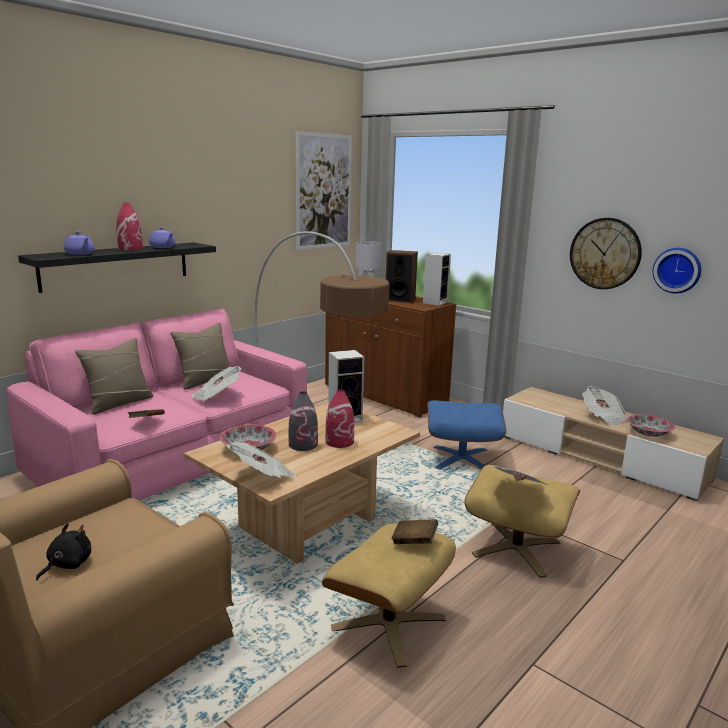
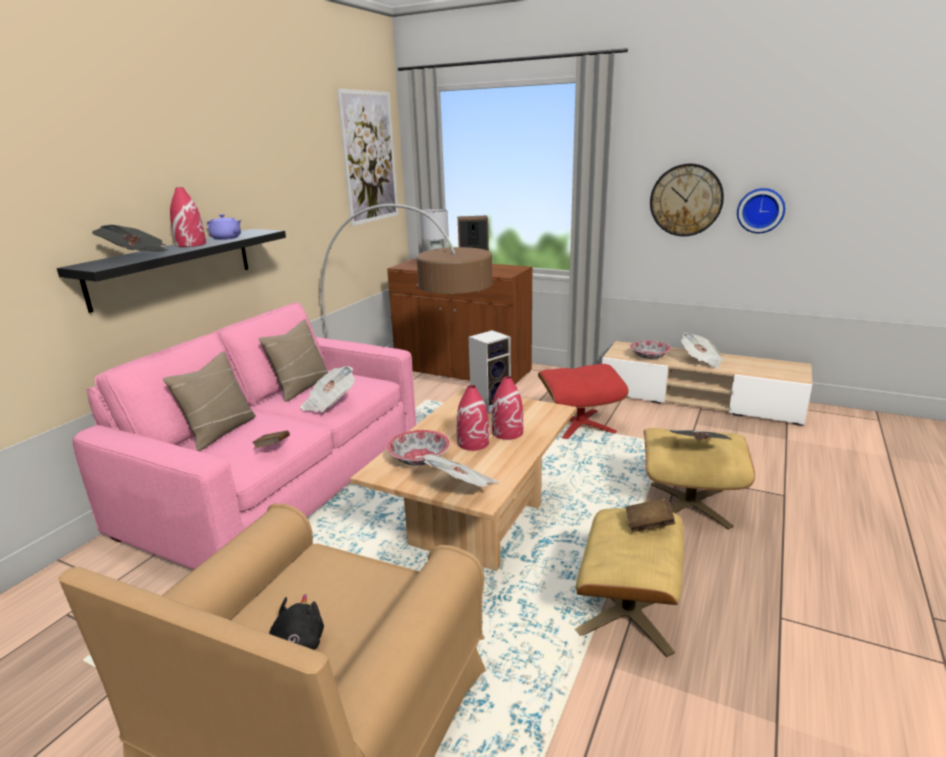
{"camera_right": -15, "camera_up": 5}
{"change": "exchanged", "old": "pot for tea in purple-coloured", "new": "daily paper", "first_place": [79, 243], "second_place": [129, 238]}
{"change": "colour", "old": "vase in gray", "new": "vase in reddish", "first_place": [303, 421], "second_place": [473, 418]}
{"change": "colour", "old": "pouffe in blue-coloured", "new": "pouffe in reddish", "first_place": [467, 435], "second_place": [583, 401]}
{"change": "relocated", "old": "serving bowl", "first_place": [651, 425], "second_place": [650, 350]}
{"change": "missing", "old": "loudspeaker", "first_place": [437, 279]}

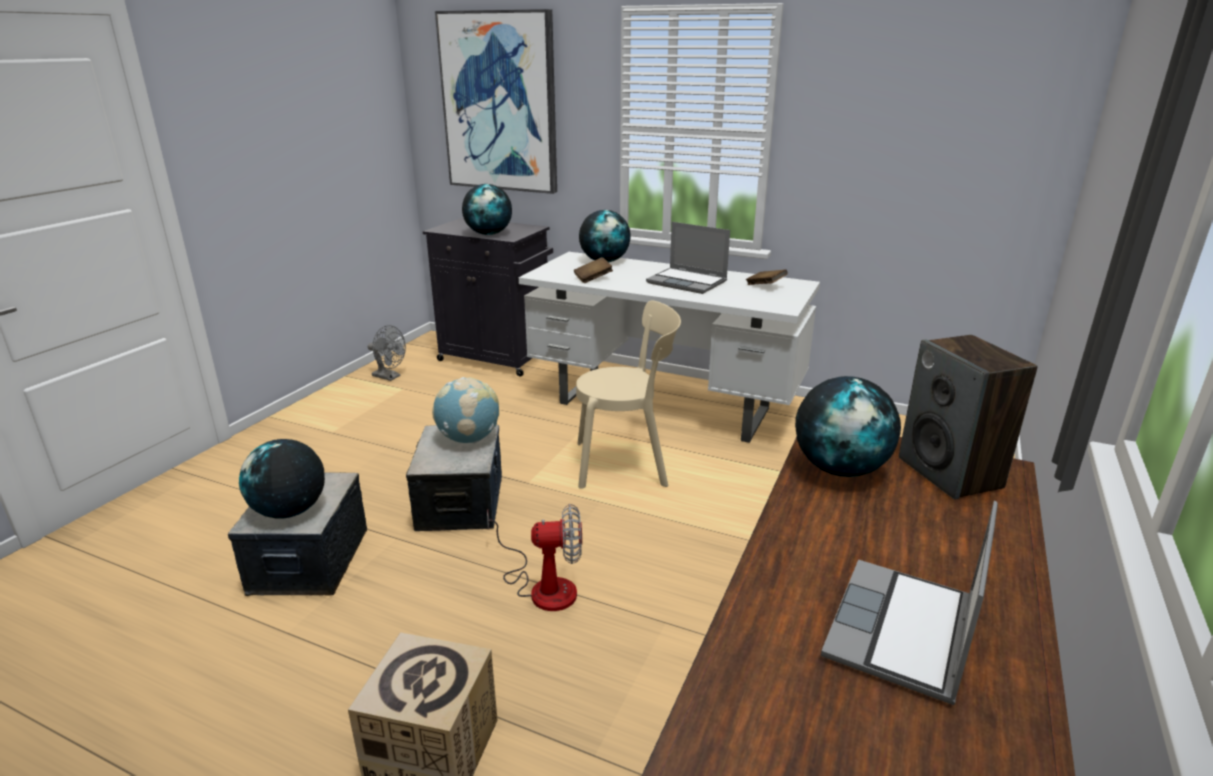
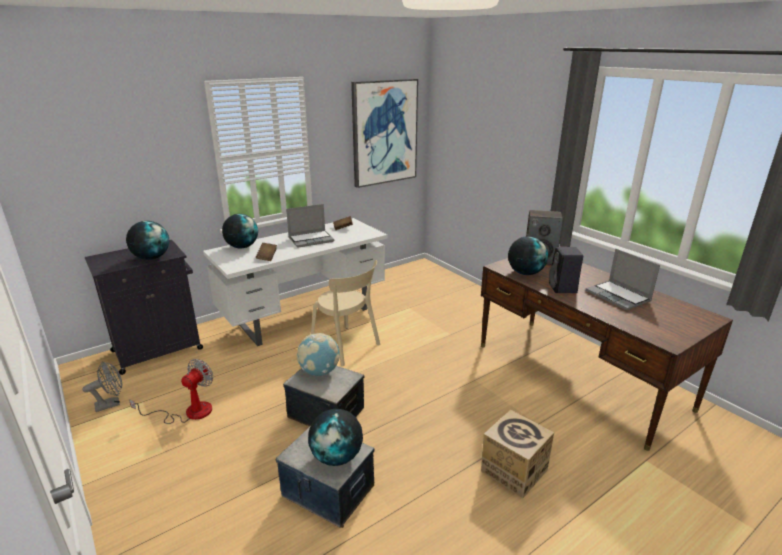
{"camera_right": -60, "camera_up": 0}
{"change": "relocated", "old": "fan", "first_place": [534, 557], "second_place": [171, 391]}
{"change": "spun", "old": "upright chair in beige-coloured", "first_place": [628, 395], "second_place": [345, 313], "degrees": 105}
{"change": "relocated", "old": "wall art", "first_place": [496, 101], "second_place": [384, 133]}
{"change": "appeared", "new": "loudspeaker in black", "second_place": [566, 270]}

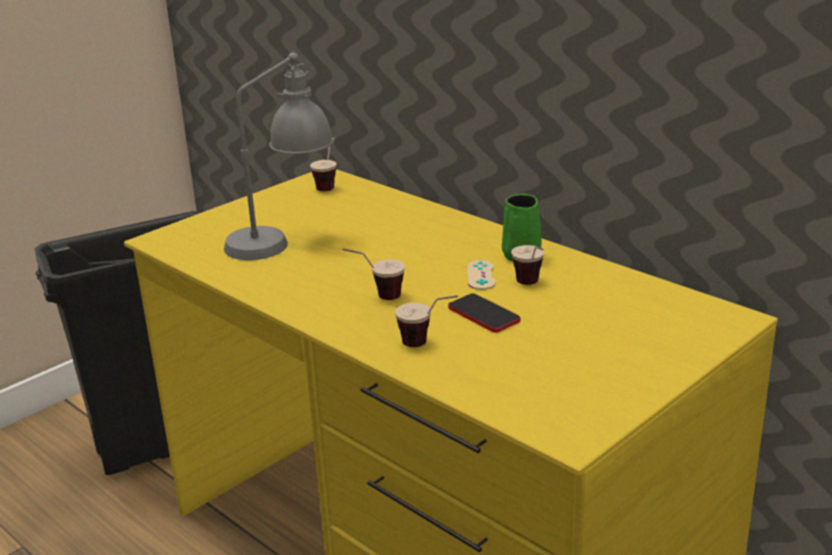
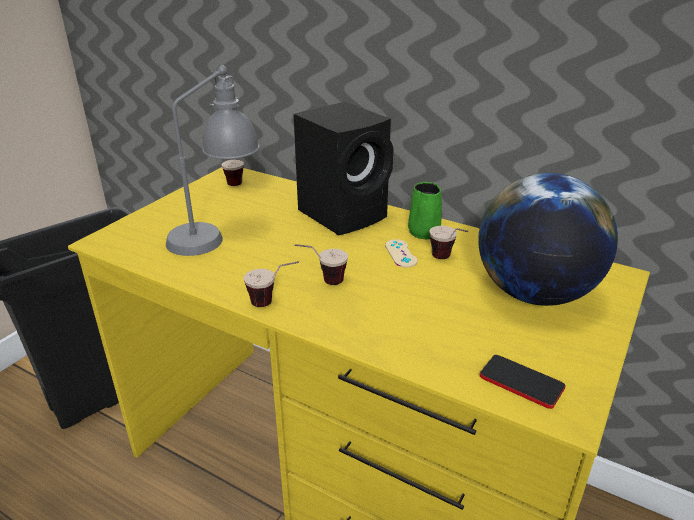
{"camera_right": -15, "camera_up": 5}
{"change": "relocated", "old": "small cup", "first_place": [426, 321], "second_place": [271, 284]}
{"change": "appeared", "new": "loudspeaker in black", "second_place": [344, 169]}
{"change": "appeared", "new": "desk globe", "second_place": [548, 239]}
{"change": "relocated", "old": "telephone", "first_place": [484, 313], "second_place": [523, 382]}

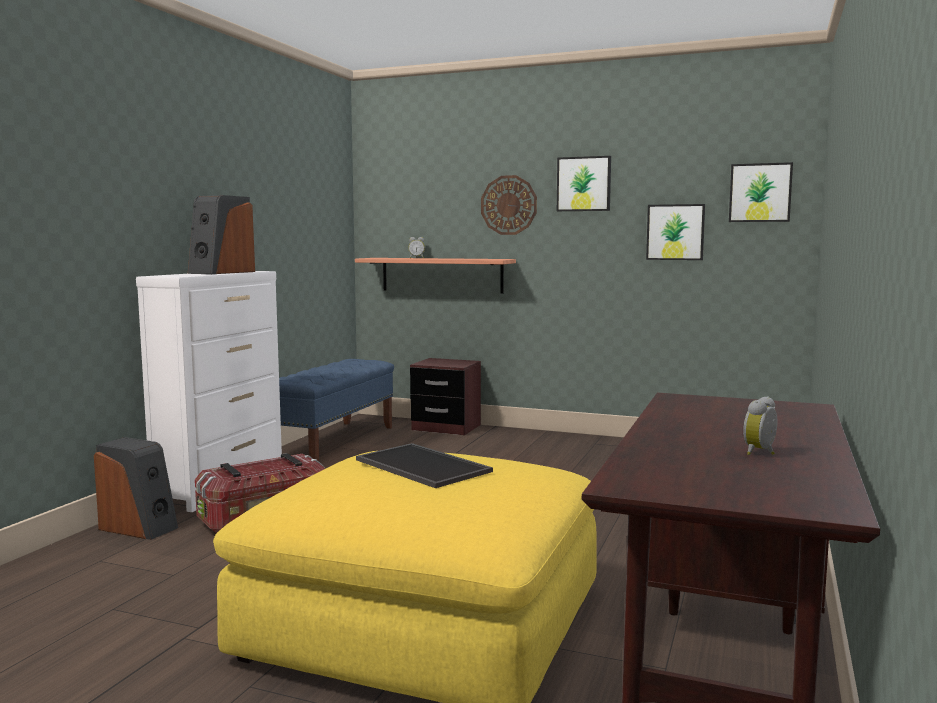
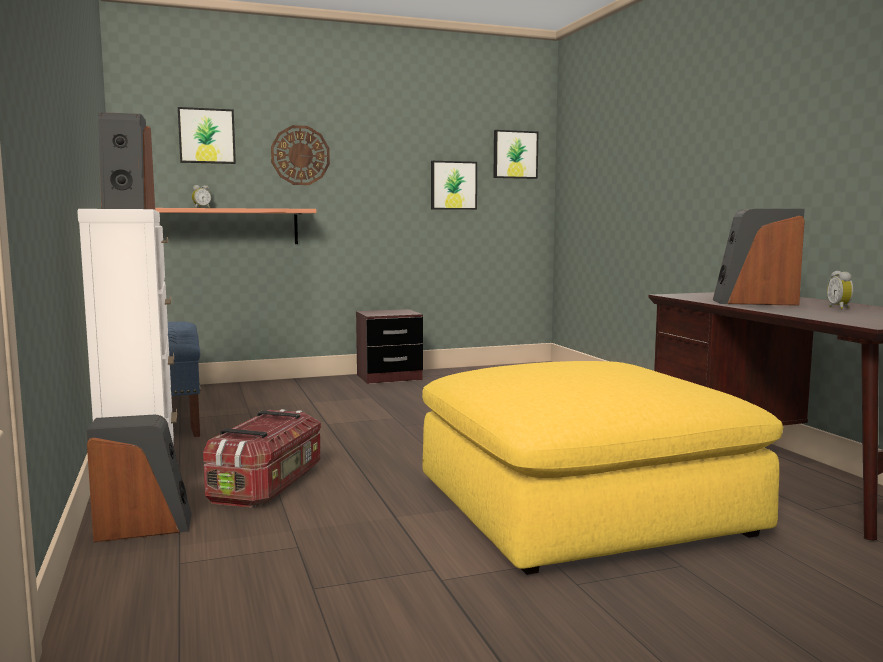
{"camera_right": -40, "camera_up": 0}
{"change": "relocated", "old": "wall art", "first_place": [584, 183], "second_place": [207, 135]}
{"change": "relocated", "old": "night table in brownish", "first_place": [445, 396], "second_place": [389, 346]}
{"change": "appeared", "new": "loudspeaker", "second_place": [759, 257]}
{"change": "missing", "old": "serving tray", "first_place": [424, 465]}

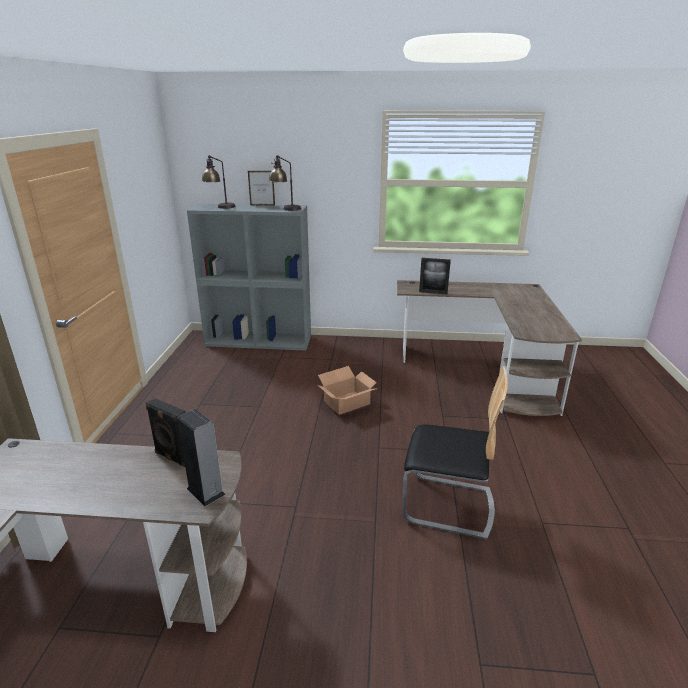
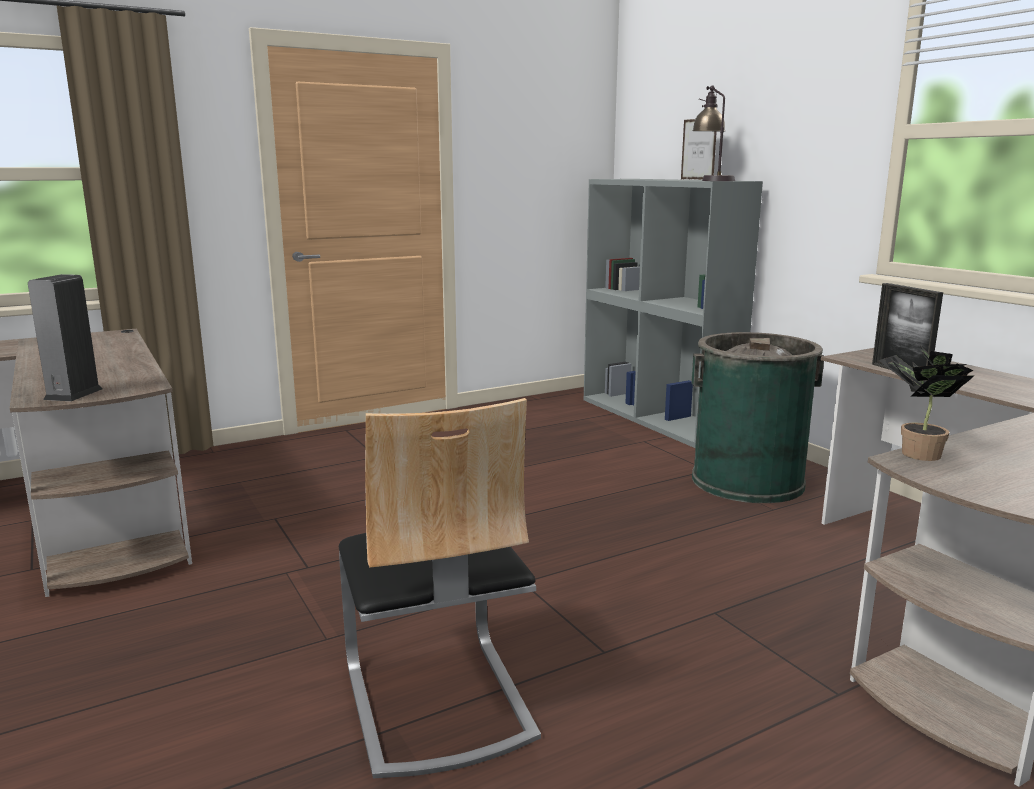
{"camera_right": 55, "camera_up": -10}
{"change": "appeared", "new": "trash can in green-coloured", "second_place": [757, 417]}
{"change": "appeared", "new": "potted plant", "second_place": [926, 403]}
{"change": "missing", "old": "loudspeaker in black", "first_place": [165, 432]}
{"change": "missing", "old": "table lamp", "first_place": [219, 182]}
{"change": "missing", "old": "cardboard box", "first_place": [348, 390]}

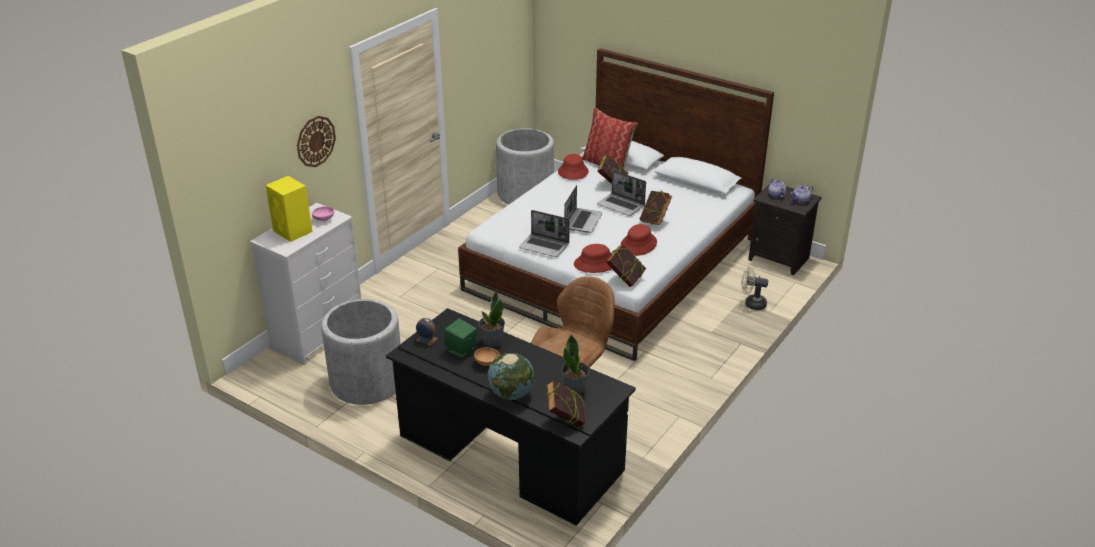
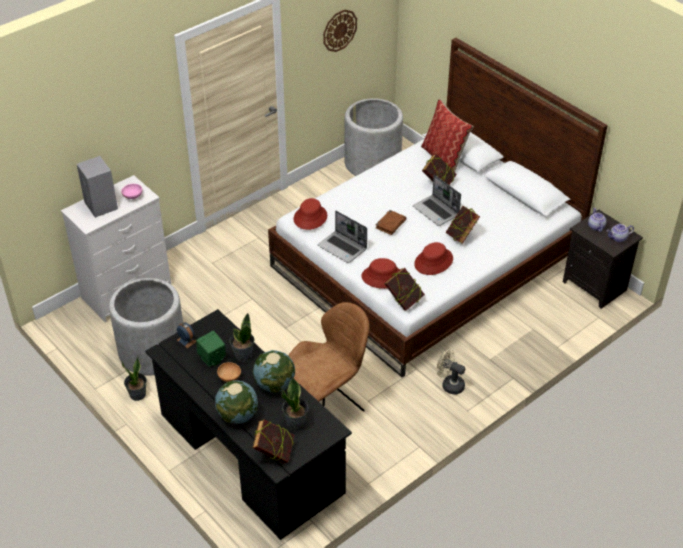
{"camera_right": 15, "camera_up": 10}
{"change": "colour", "old": "loudspeaker in yellow-coloured", "new": "loudspeaker in gray", "first_place": [289, 209], "second_place": [97, 187]}
{"change": "appeared", "new": "potted plant", "second_place": [134, 378]}
{"change": "appeared", "new": "desk globe", "second_place": [274, 371]}
{"change": "relocated", "old": "wearable hat in reddish", "first_place": [573, 167], "second_place": [310, 214]}
{"change": "relocated", "old": "clock on the wall", "first_place": [316, 141], "second_place": [340, 31]}
{"change": "exchanged", "old": "portable computer", "new": "book in brownish", "first_place": [583, 209], "second_place": [391, 222]}
{"change": "relocated", "old": "fan in beige-coloured", "first_place": [754, 288], "second_place": [451, 372]}

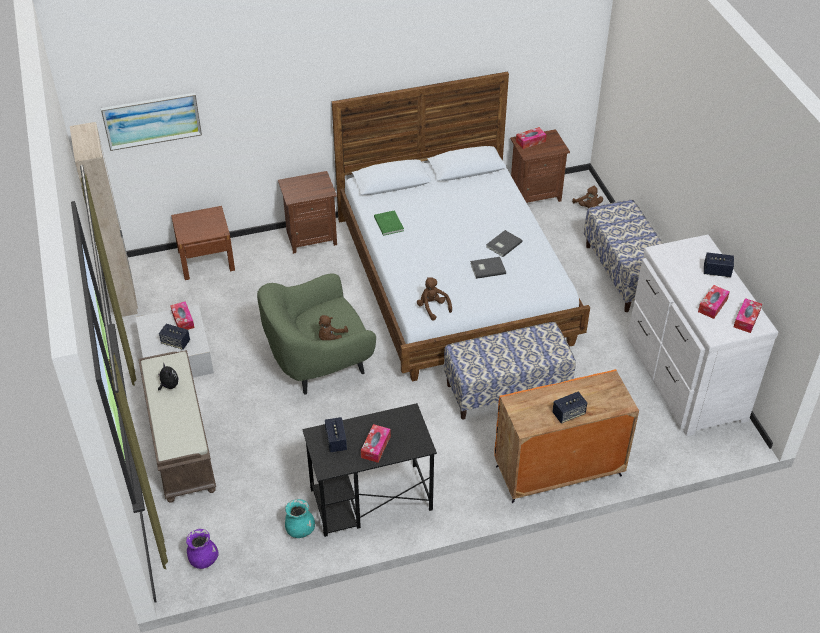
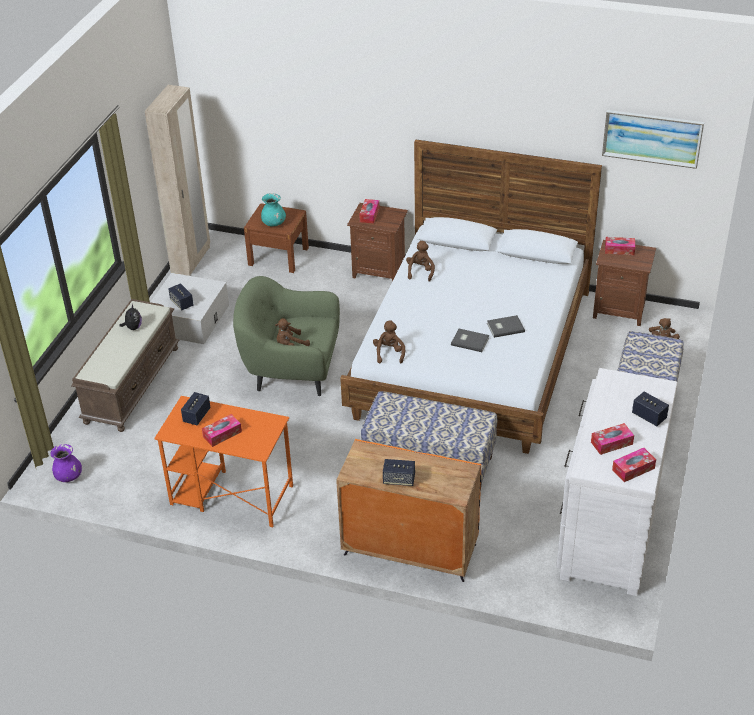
{"camera_right": 35, "camera_up": -5}
{"change": "colour", "old": "desk table in black", "new": "desk table in orangey", "first_place": [369, 470], "second_place": [223, 461]}
{"change": "relocated", "old": "vase in turquoise-coloured", "first_place": [300, 518], "second_place": [273, 209]}
{"change": "relocated", "old": "tissue box", "first_place": [182, 315], "second_place": [369, 211]}
{"change": "exchanged", "old": "book in green-coloured", "new": "soft toy in brownish", "first_place": [389, 223], "second_place": [420, 261]}
{"change": "relocated", "old": "wall art", "first_place": [151, 122], "second_place": [653, 139]}

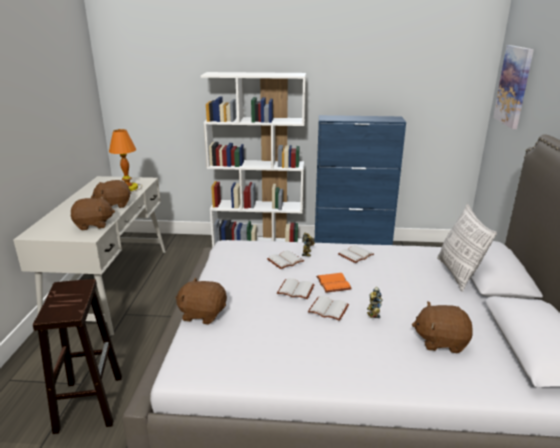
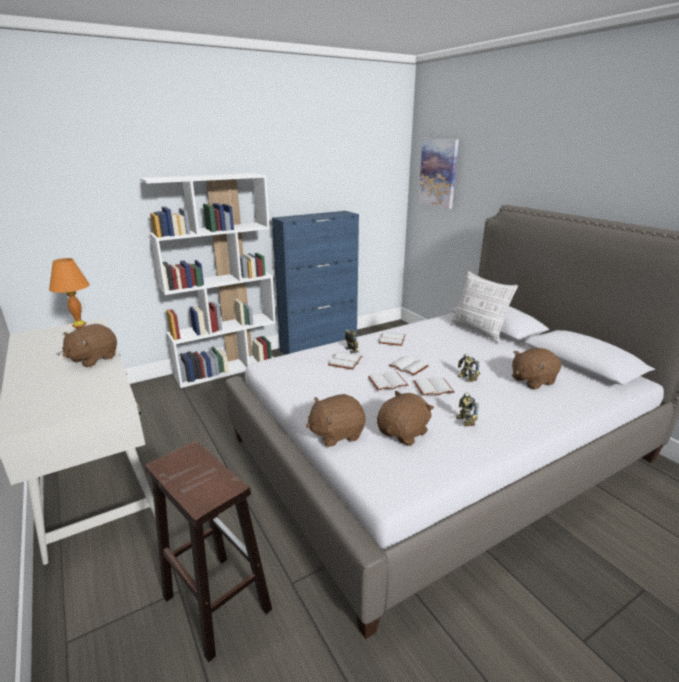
{"camera_right": -35, "camera_up": 0}
{"change": "relocated", "old": "soft toy in brownish", "first_place": [93, 213], "second_place": [405, 418]}
{"change": "colour", "old": "book in orangey", "new": "book in whitish", "first_place": [334, 283], "second_place": [409, 366]}
{"change": "appeared", "new": "robot figure", "second_place": [467, 409]}

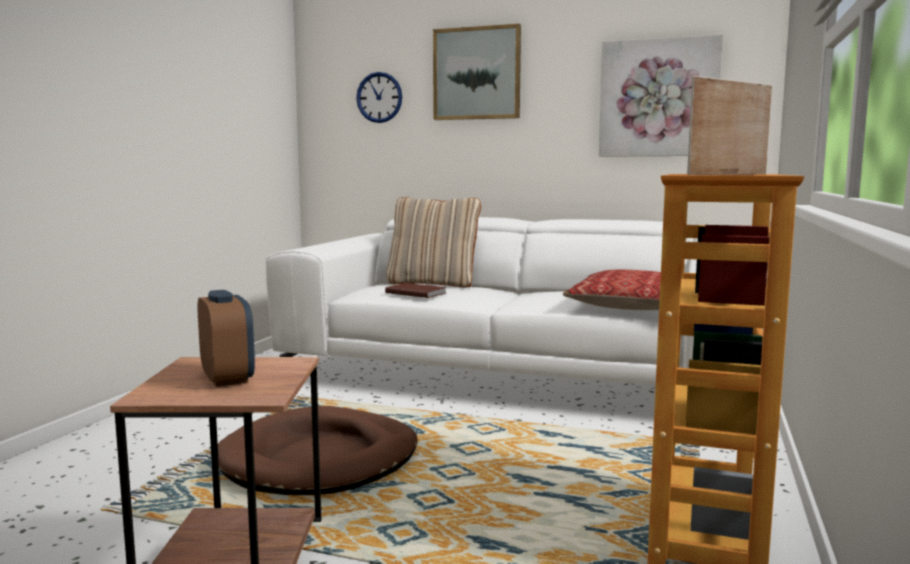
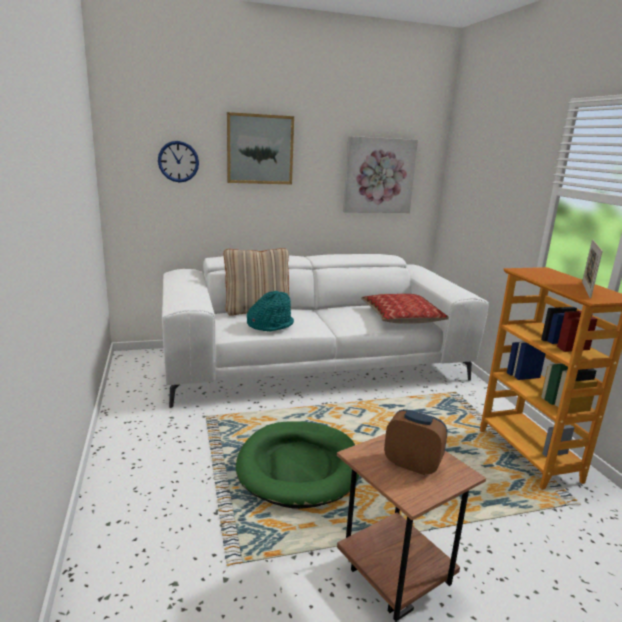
{"camera_right": -35, "camera_up": 10}
{"change": "colour", "old": "pet bed in brownish", "new": "pet bed in green-coloured", "first_place": [318, 450], "second_place": [297, 465]}
{"change": "exchanged", "old": "book in brownish", "new": "wearable hat in turquoise-coloured", "first_place": [416, 290], "second_place": [270, 311]}

